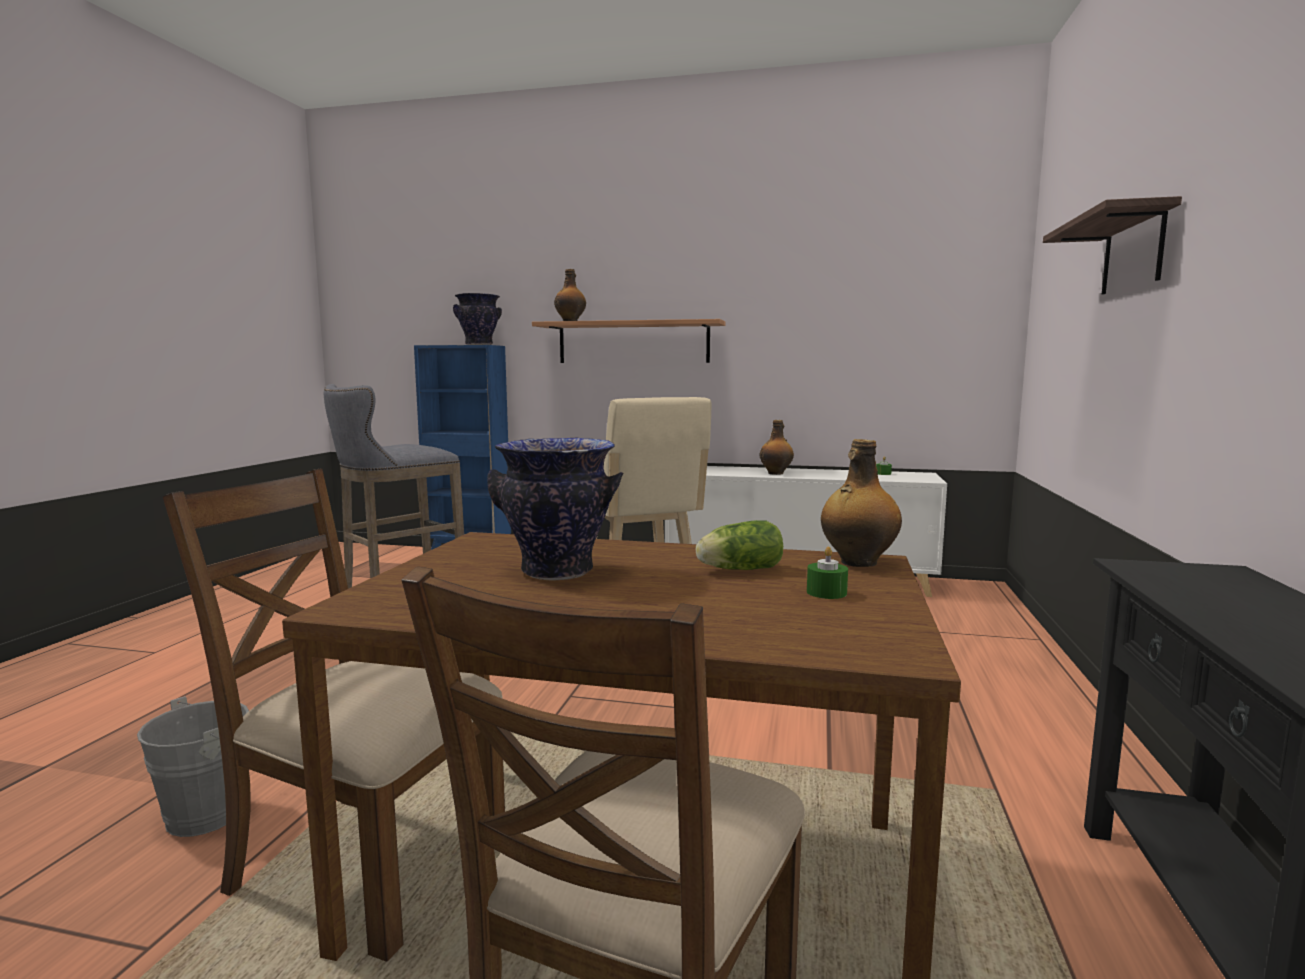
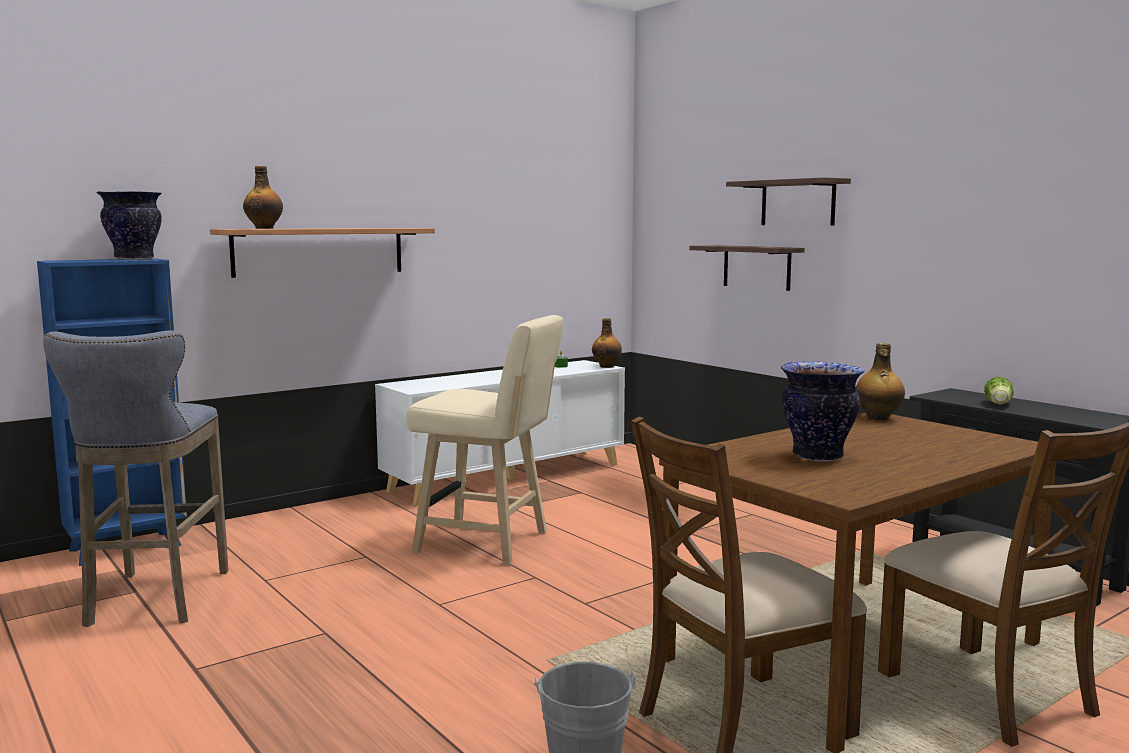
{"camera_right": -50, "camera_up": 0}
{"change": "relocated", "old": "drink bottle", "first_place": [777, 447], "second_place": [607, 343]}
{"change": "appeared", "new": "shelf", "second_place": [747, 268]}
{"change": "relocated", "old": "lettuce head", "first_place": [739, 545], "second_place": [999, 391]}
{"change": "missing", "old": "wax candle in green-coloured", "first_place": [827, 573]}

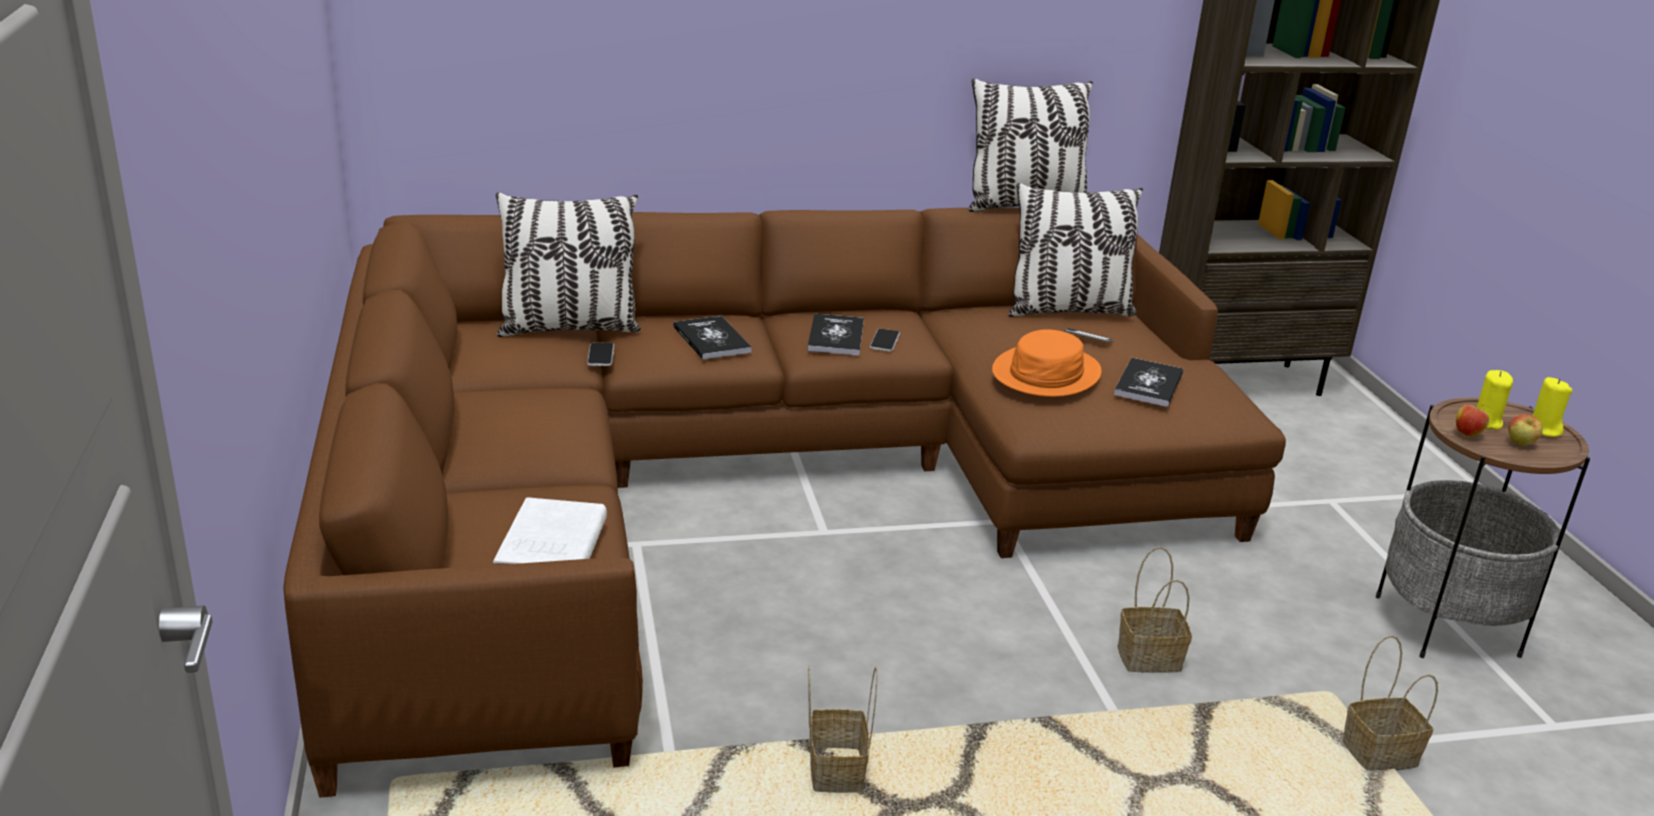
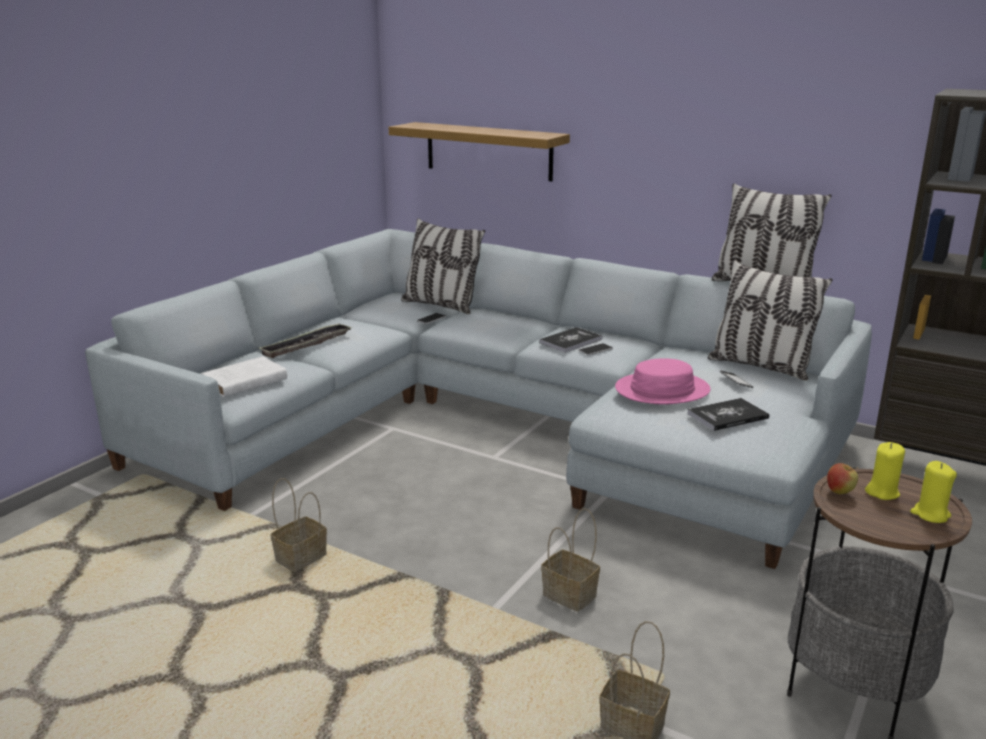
{"camera_right": 45, "camera_up": -5}
{"change": "colour", "old": "settee in brownish", "new": "settee in gray", "first_place": [784, 503], "second_place": [478, 399]}
{"change": "appeared", "new": "serving tray", "second_place": [305, 340]}
{"change": "appeared", "new": "shelf", "second_place": [479, 151]}
{"change": "colour", "old": "wearable hat in orangey", "new": "wearable hat in pinkish", "first_place": [1047, 363], "second_place": [663, 382]}
{"change": "missing", "old": "book", "first_place": [712, 338]}
{"change": "missing", "old": "whole apple", "first_place": [1525, 430]}

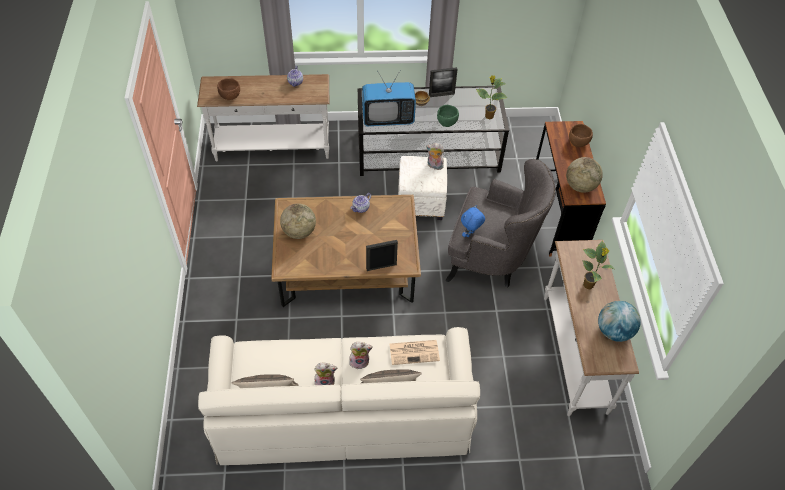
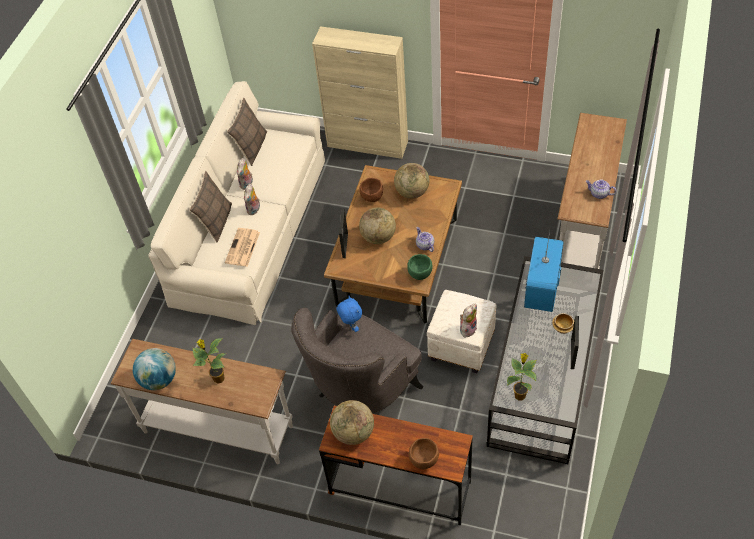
{"camera_right": 115, "camera_up": 0}
{"change": "appeared", "new": "cupboard in beige-coloured", "second_place": [360, 92]}
{"change": "relocated", "old": "serving bowl in brownish", "first_place": [228, 89], "second_place": [371, 190]}
{"change": "appeared", "new": "desk globe", "second_place": [377, 226]}
{"change": "relocated", "old": "serving bowl in green-coloured", "first_place": [448, 116], "second_place": [419, 267]}

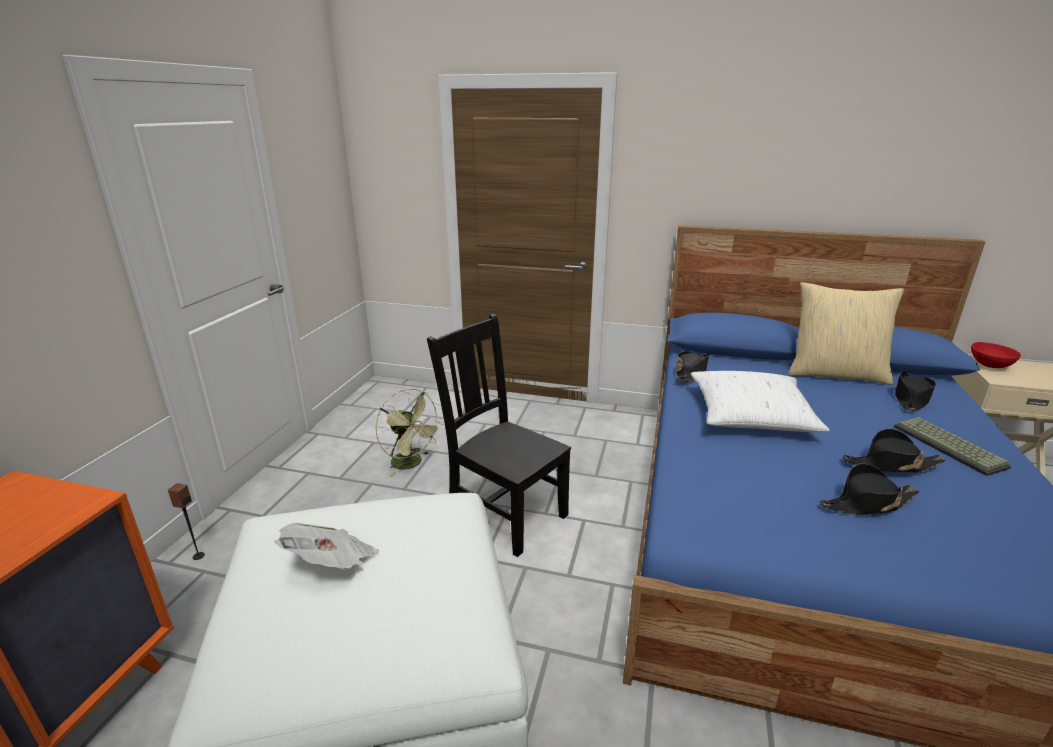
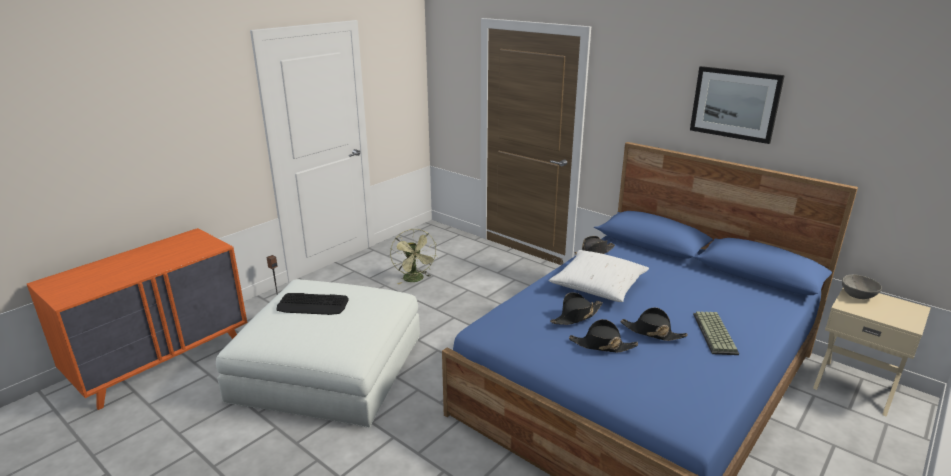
{"camera_right": 25, "camera_up": 0}
{"change": "exchanged", "old": "daily paper", "new": "keyboard", "first_place": [326, 546], "second_place": [312, 304]}
{"change": "relocated", "old": "wearable hat in black", "first_place": [915, 391], "second_place": [576, 308]}
{"change": "appeared", "new": "wall art", "second_place": [737, 105]}
{"change": "colour", "old": "serving bowl in reddish", "new": "serving bowl in gray", "first_place": [996, 355], "second_place": [862, 286]}
{"change": "missing", "old": "upright chair in black", "first_place": [499, 435]}
{"change": "missing", "old": "cushion in beige-coloured", "first_place": [846, 333]}

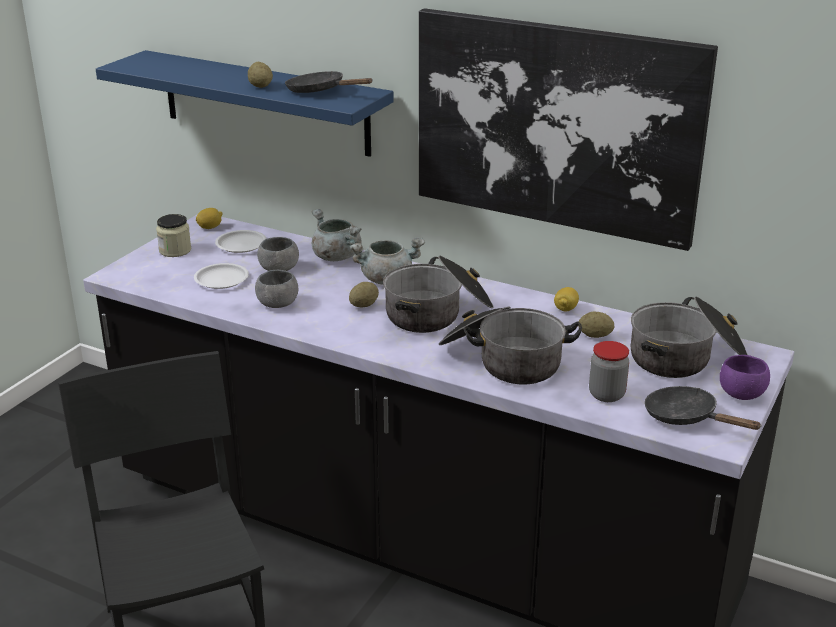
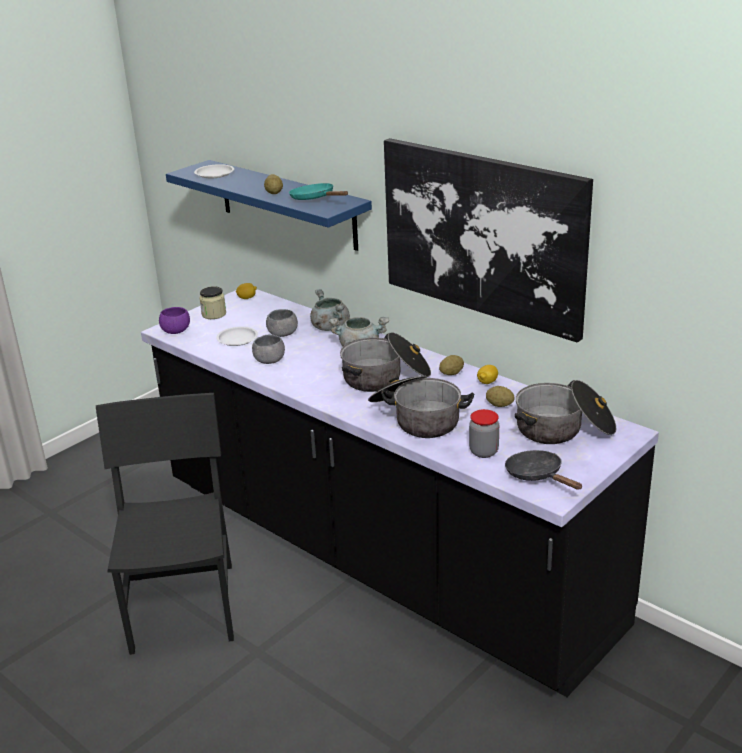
{"camera_right": 15, "camera_up": 0}
{"change": "relocated", "old": "serving bowl in purple-coloured", "first_place": [745, 377], "second_place": [174, 320]}
{"change": "relocated", "old": "plate in whitish", "first_place": [241, 241], "second_place": [214, 171]}
{"change": "colour", "old": "skillet in black", "new": "skillet in turquoise-coloured", "first_place": [329, 82], "second_place": [318, 191]}
{"change": "relocated", "old": "whole potato", "first_place": [364, 295], "second_place": [451, 365]}

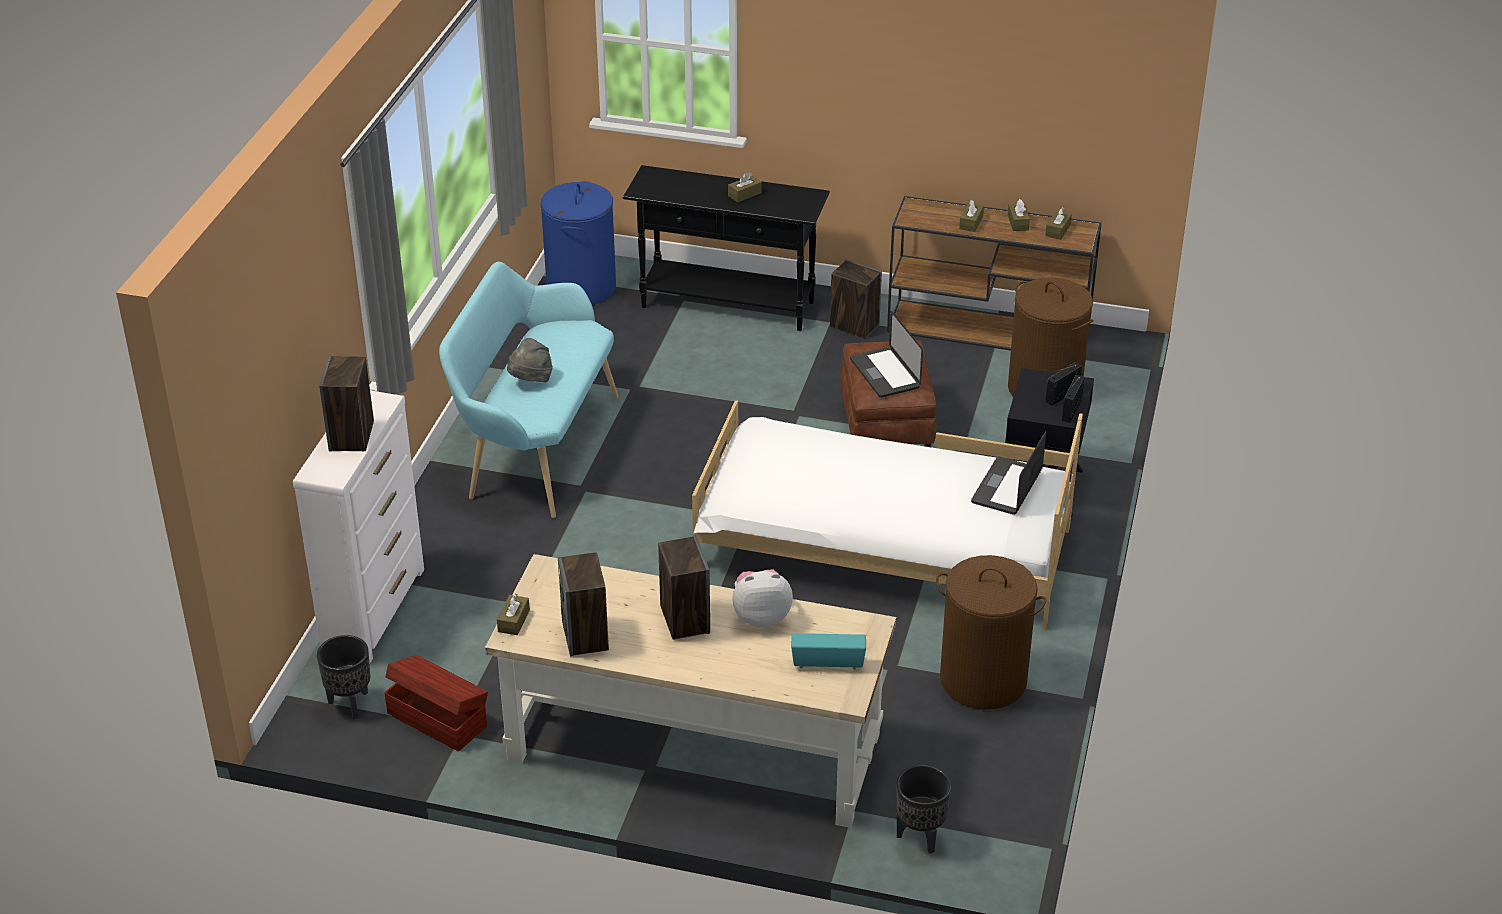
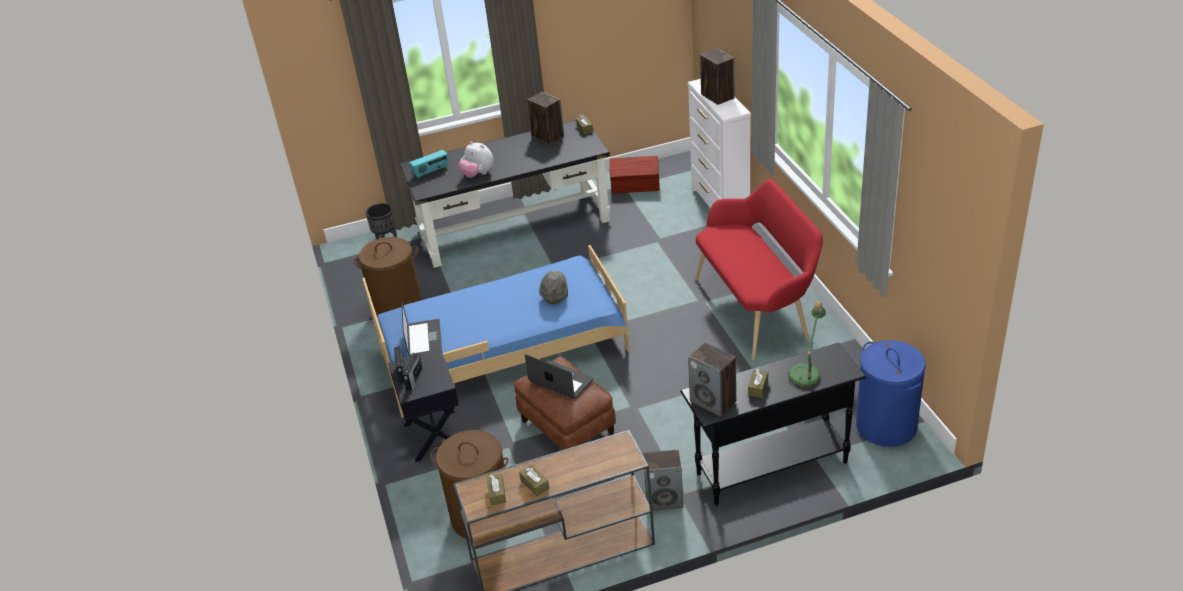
{"camera_right": 150, "camera_up": 0}
{"change": "colour", "old": "bed in whitish", "new": "bed in blue-coloured", "first_place": [887, 515], "second_place": [496, 331]}
{"change": "colour", "old": "desk table in beige-coloured", "new": "desk table in black", "first_place": [690, 691], "second_place": [504, 194]}
{"change": "spun", "old": "soft toy", "first_place": [763, 598], "second_place": [476, 160], "degrees": 75}
{"change": "relocated", "old": "wearable hat in gray", "first_place": [530, 360], "second_place": [553, 287]}
{"change": "relocated", "old": "loudspeaker", "first_place": [684, 587], "second_place": [712, 380]}
{"change": "colour", "old": "indoor bench in turquoise-coloured", "new": "indoor bench in reddish", "first_place": [528, 390], "second_place": [759, 269]}
{"change": "appeared", "new": "table lamp", "second_place": [807, 344]}
{"change": "missing", "old": "planter in black", "first_place": [343, 677]}
{"change": "missing", "old": "tissue box in brownish", "first_place": [971, 216]}

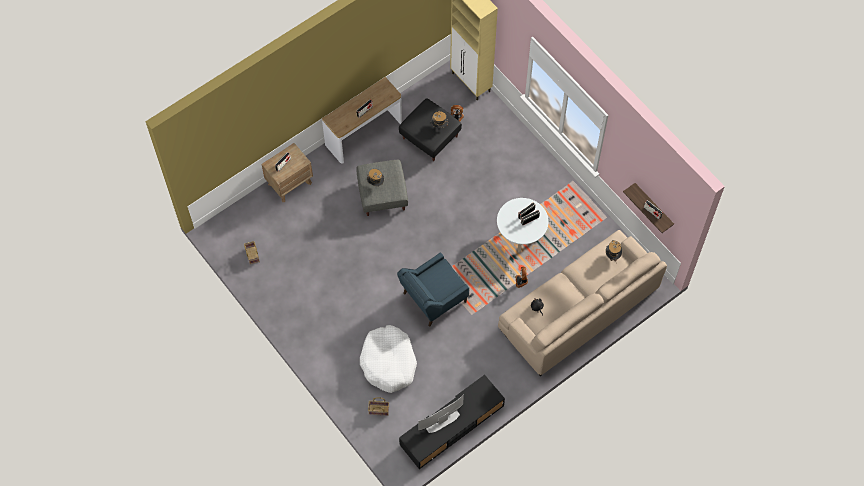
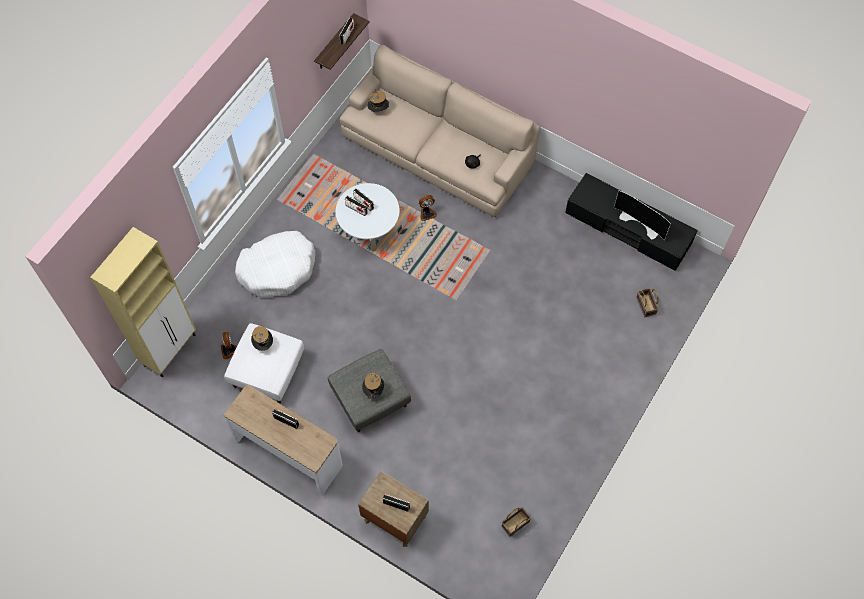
{"camera_right": -110, "camera_up": 0}
{"change": "colour", "old": "pouffe in black", "new": "pouffe in whitish", "first_place": [430, 129], "second_place": [264, 363]}
{"change": "relocated", "old": "pet bed in whitish", "first_place": [388, 359], "second_place": [275, 264]}
{"change": "missing", "old": "armchair in blue-coloured", "first_place": [433, 289]}

